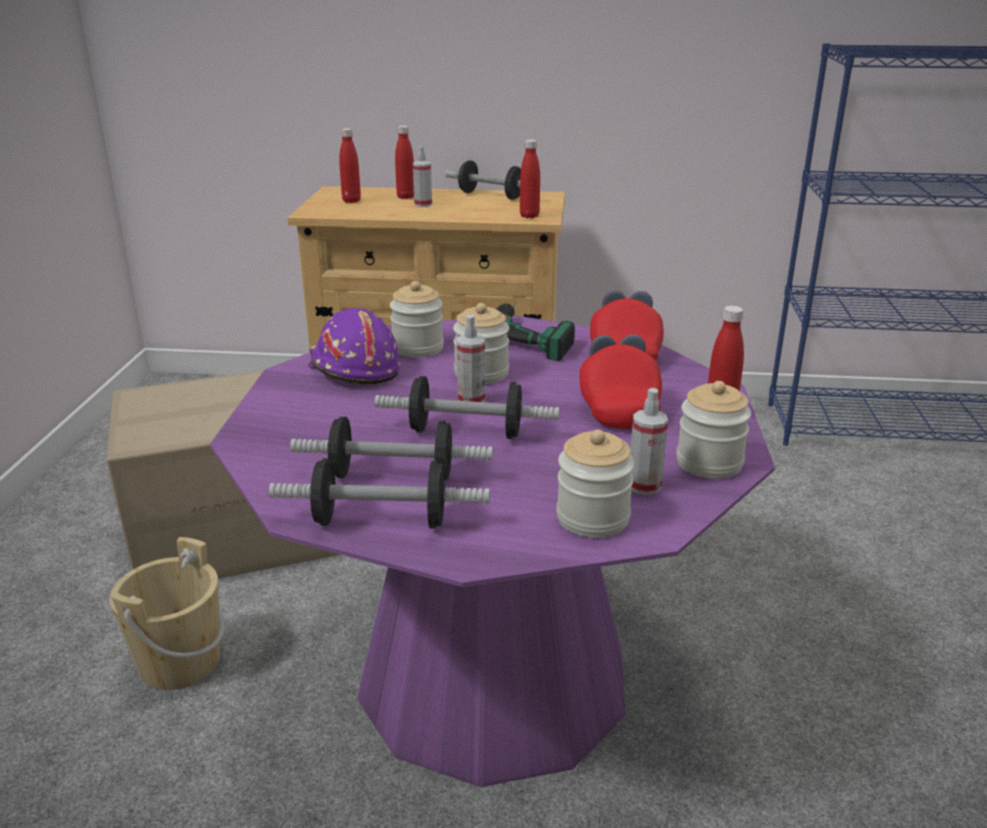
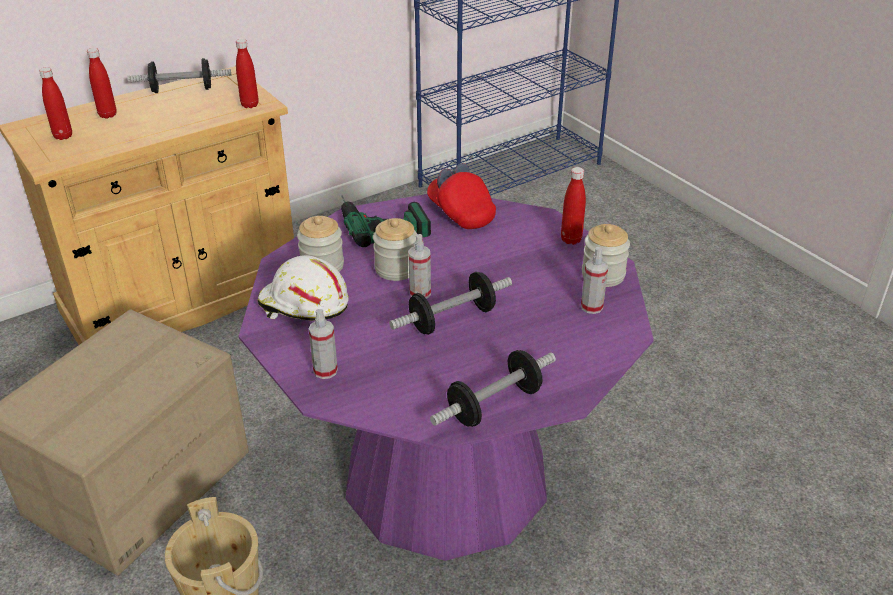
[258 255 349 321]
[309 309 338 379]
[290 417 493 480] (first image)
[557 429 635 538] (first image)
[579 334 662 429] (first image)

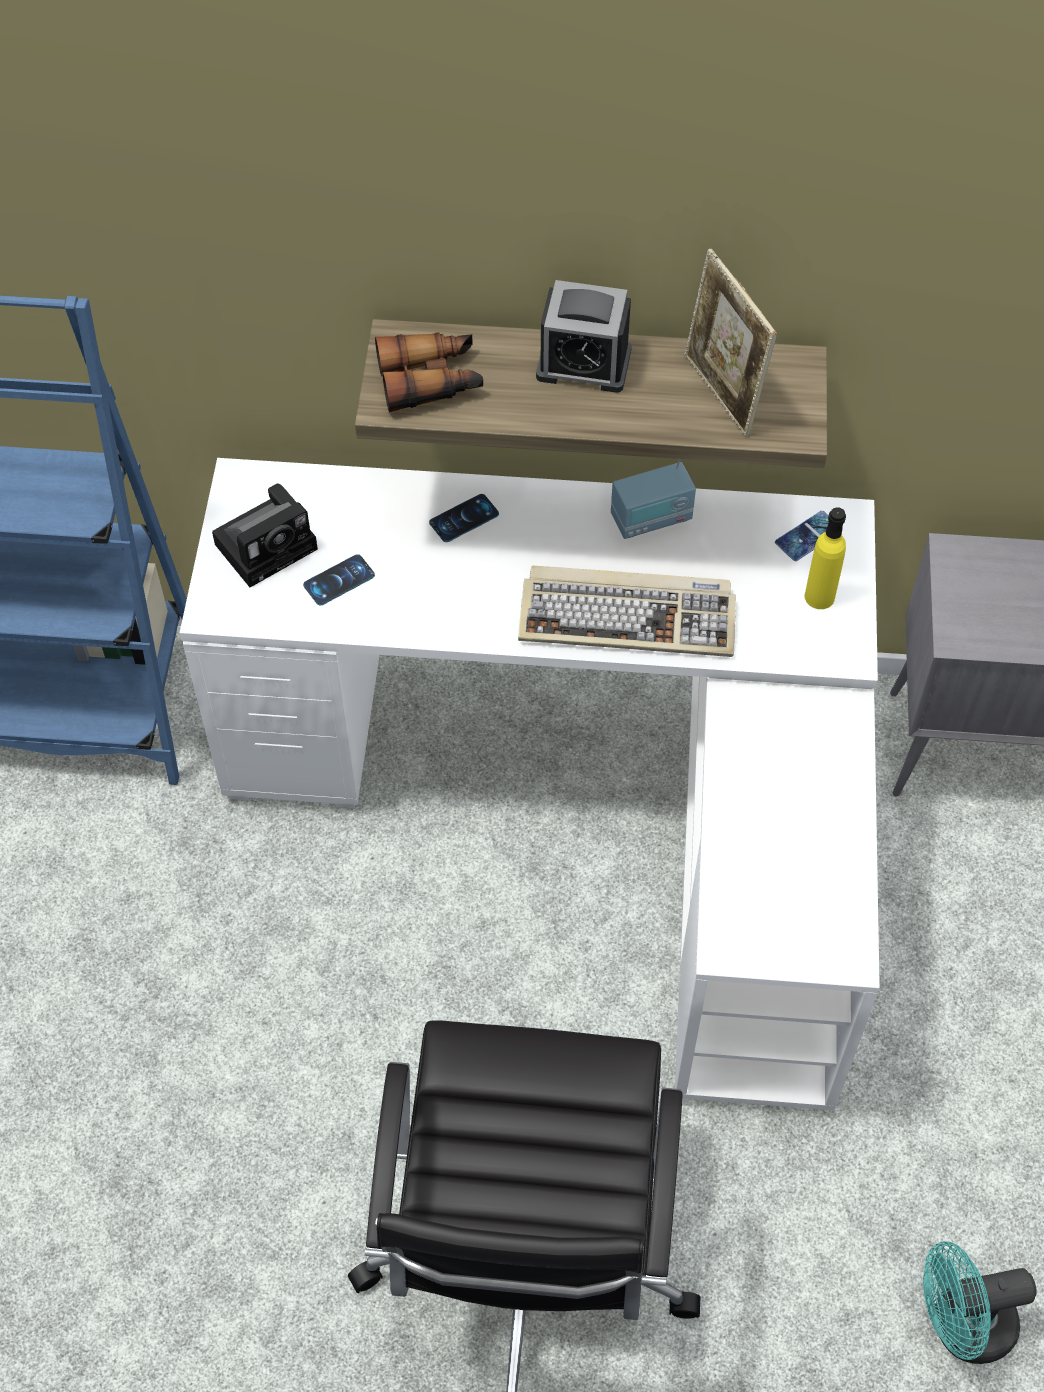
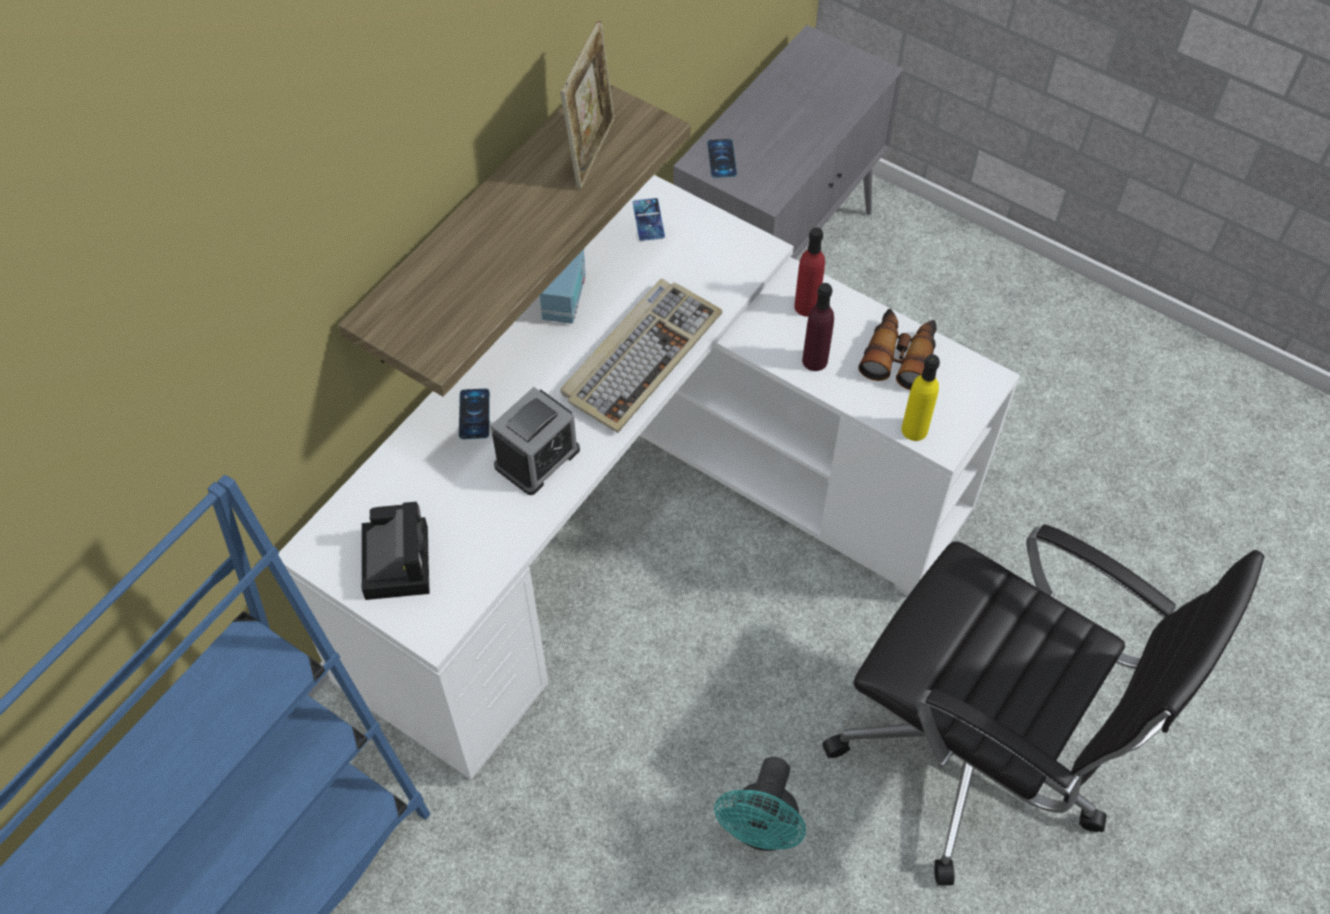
[491 387 580 495]
[560 21 615 189]
[707 139 737 178]
[714 757 806 851]
[794 227 825 317]
[802 283 834 371]
[858 309 937 390]
[902 354 940 441]

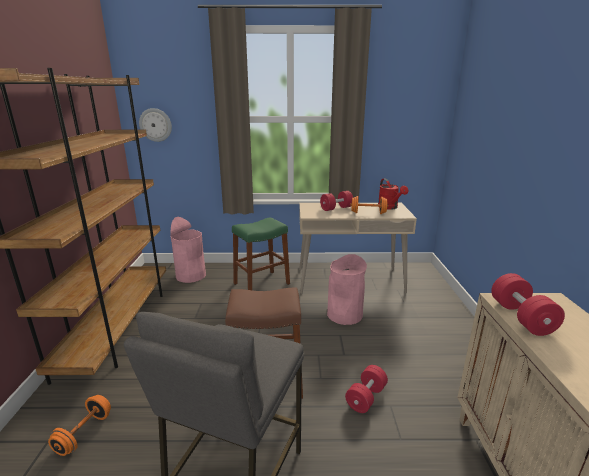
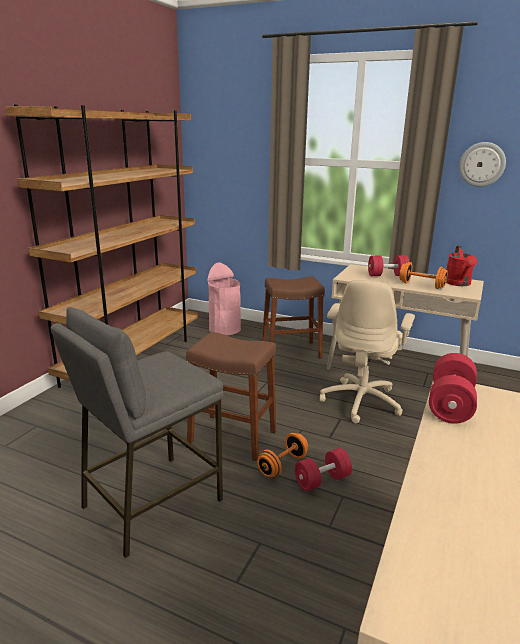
[257 433 308 477]
[262 277 325 358]
[320 279 415 423]
[459 142 506 187]

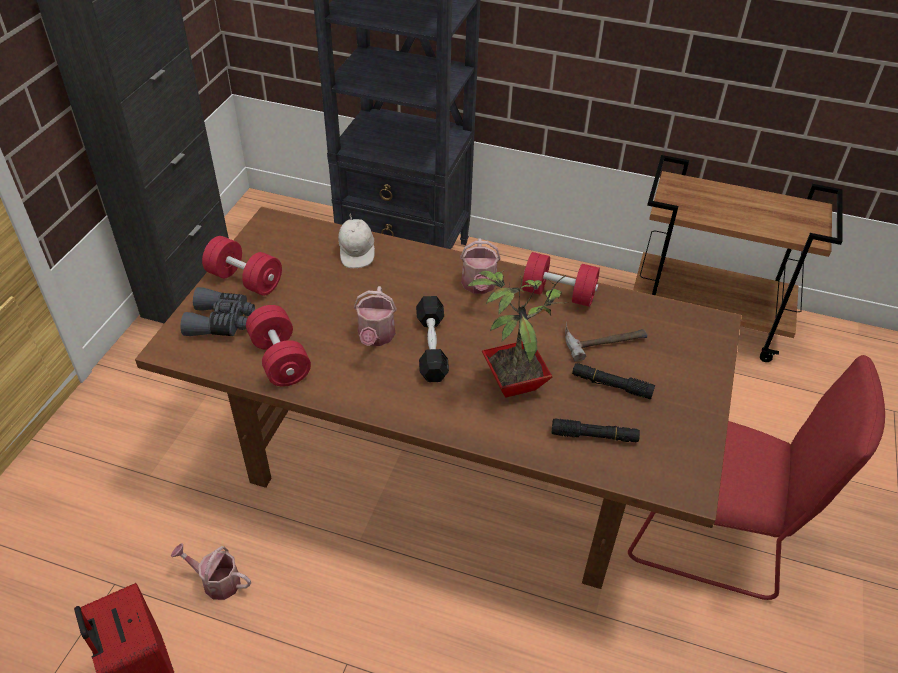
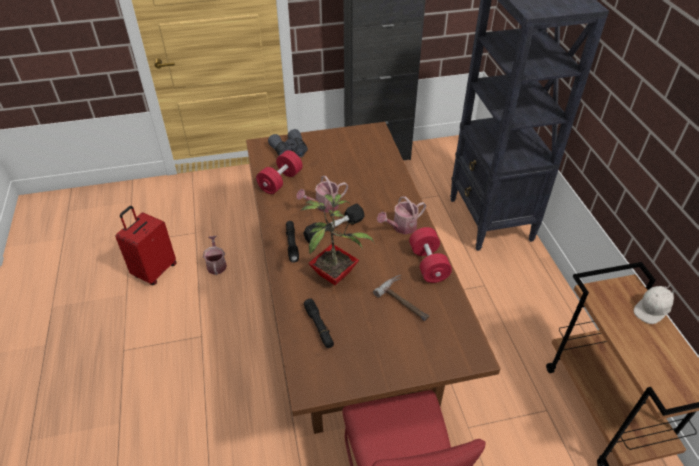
[286 221 299 263]
[634 284 674 324]
[202 236 282 296] (first image)

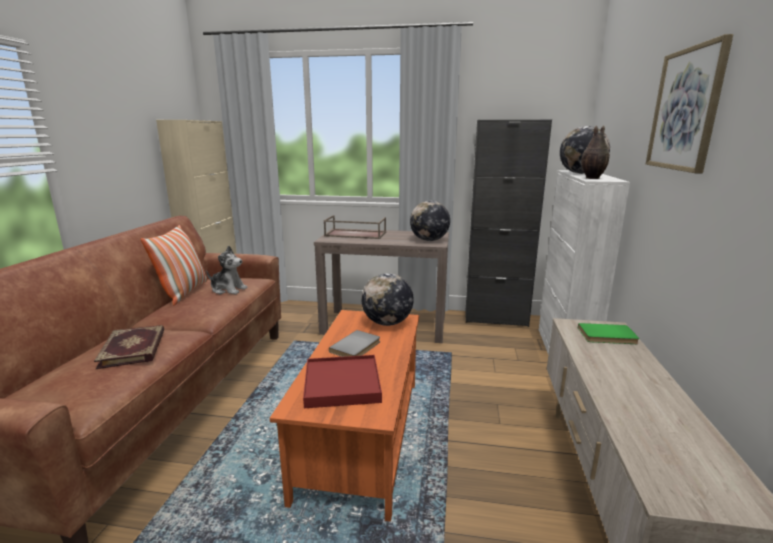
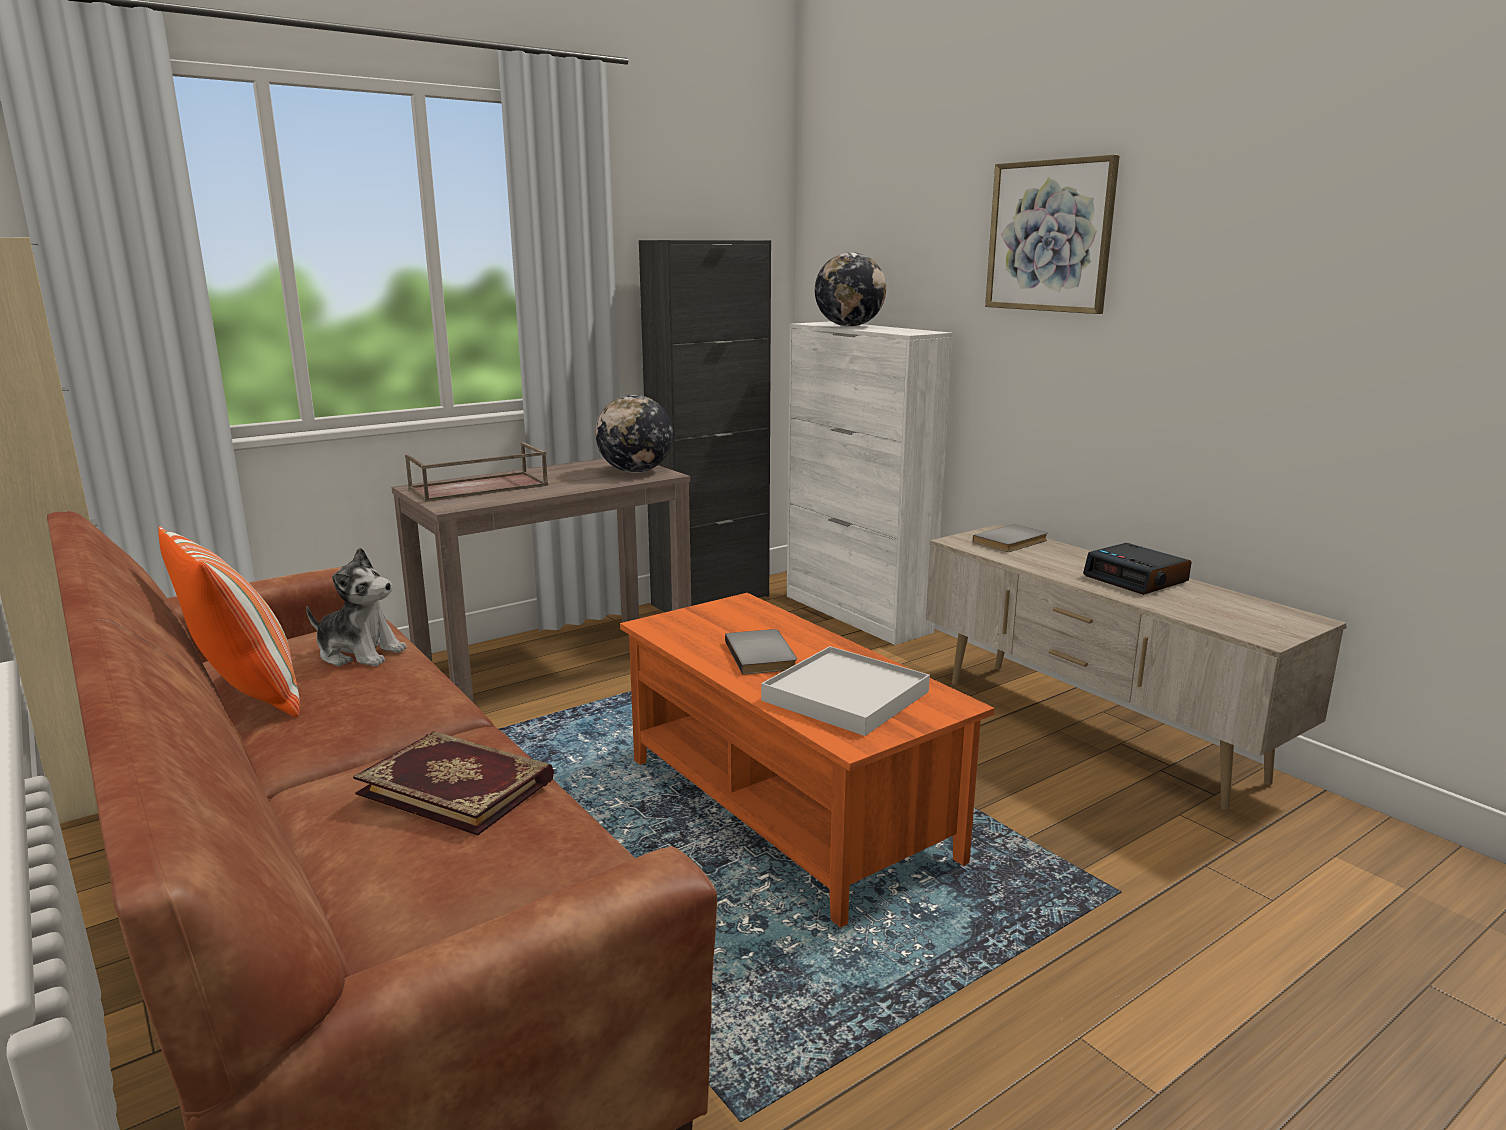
[306 548 407 666]
[761 646 930 736]
[973 524 1048 552]
[1083 543 1192 595]
[361 273 414 326] (first image)
[581 125 610 179] (first image)

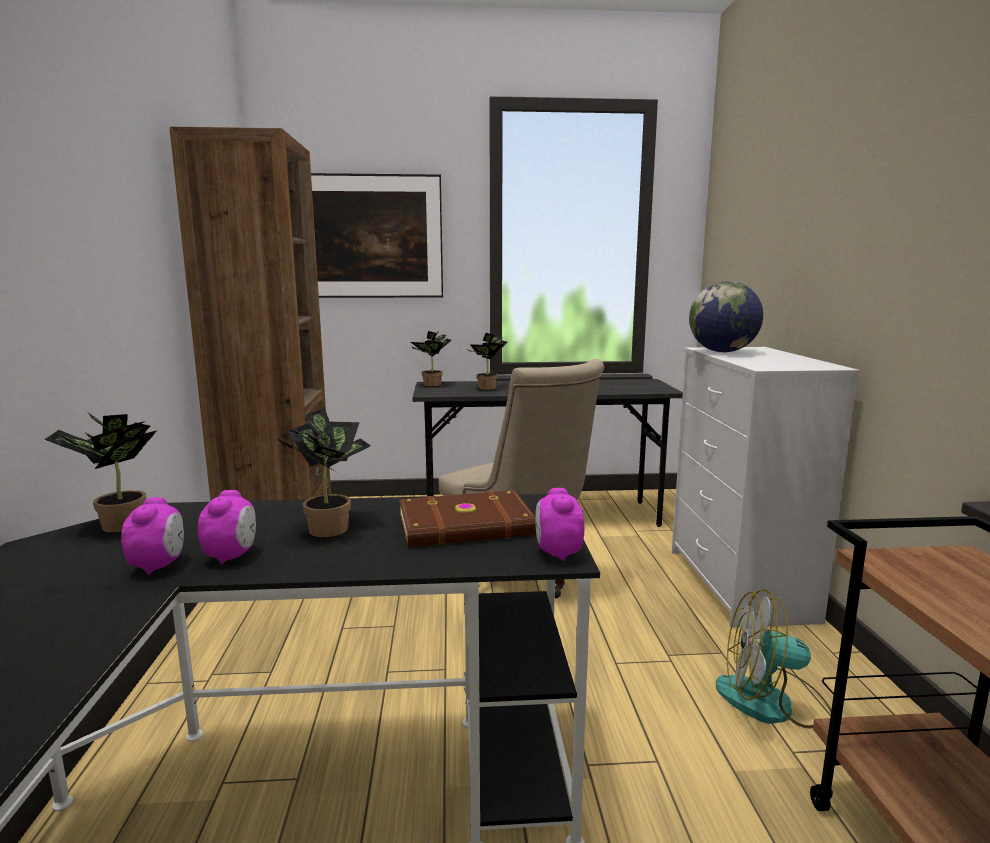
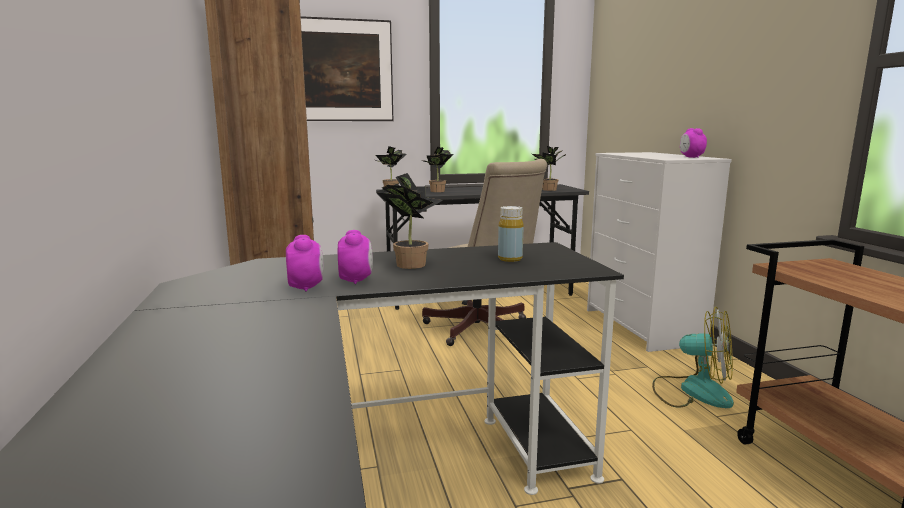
[498 206 524 262]
[532 146 566 191]
[652 307 734 408]
[680 128 707 158]
[689 281 763 352] (first image)

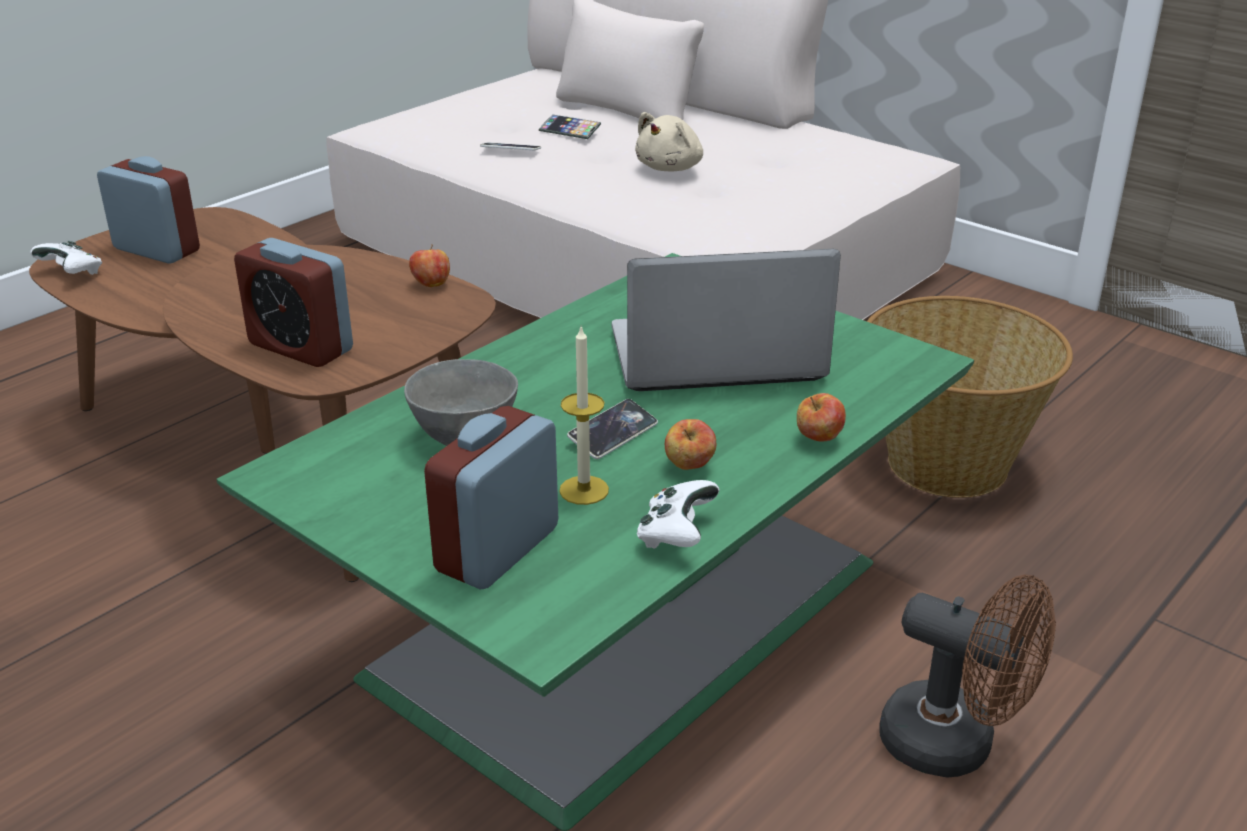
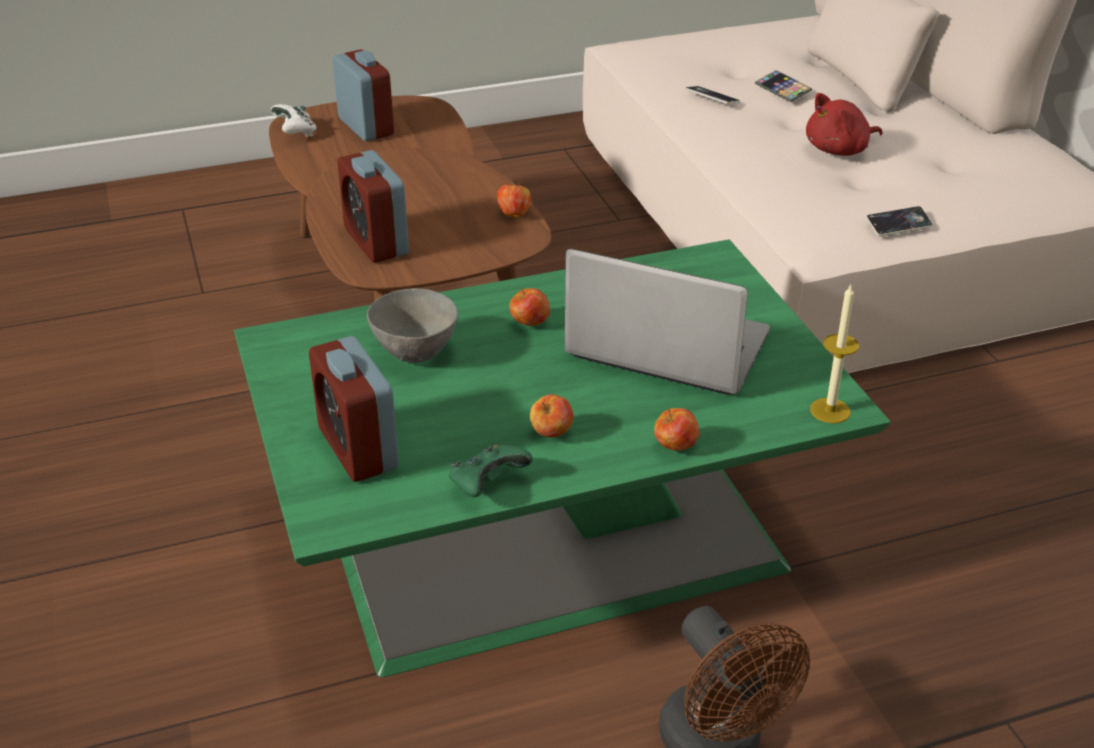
[309 336 399 482]
[448 445 533 497]
[509 288 550 326]
[806 93 883 156]
[810 285 859 423]
[866 206 933 236]
[867 296 1073 498] (first image)

